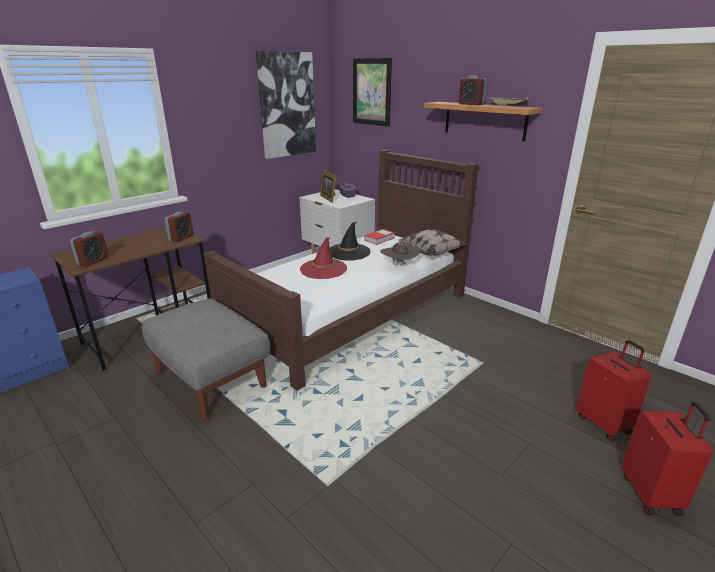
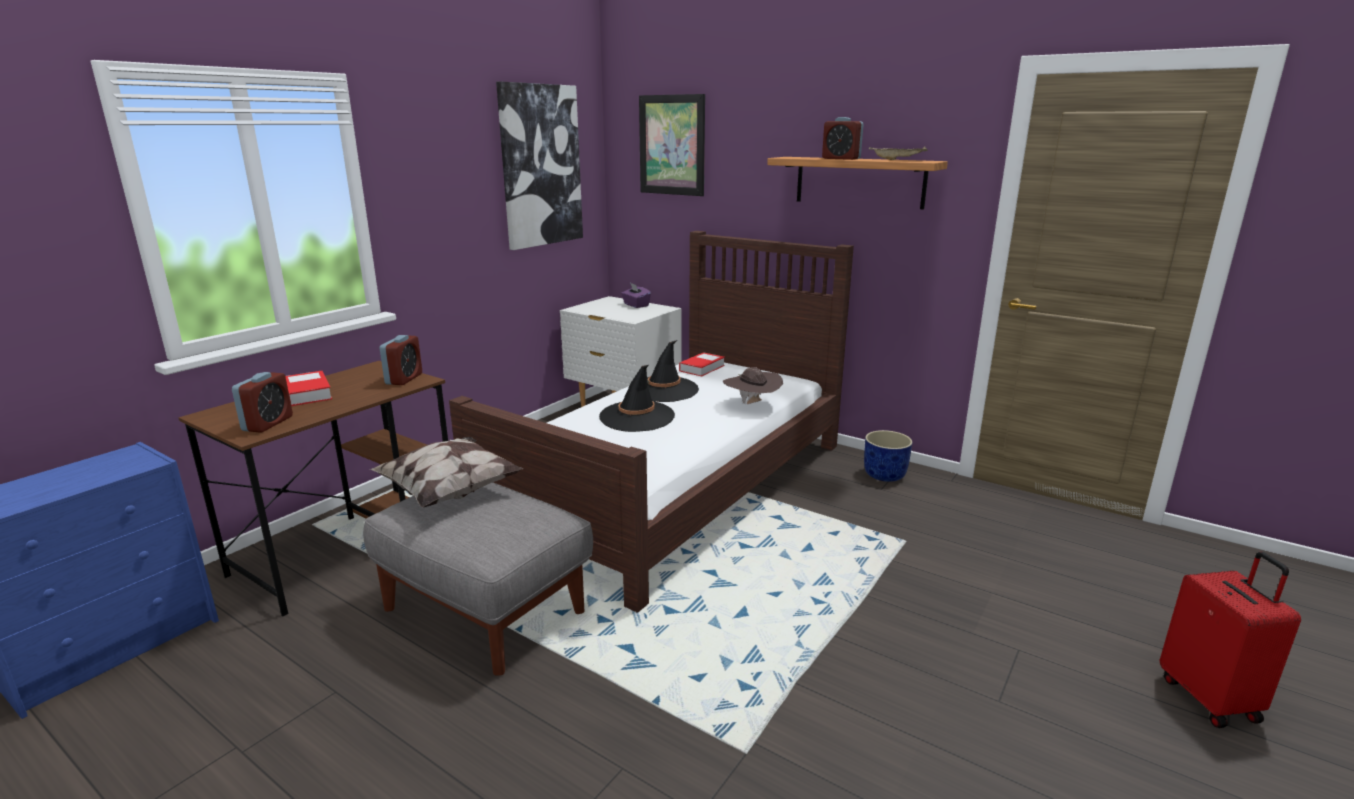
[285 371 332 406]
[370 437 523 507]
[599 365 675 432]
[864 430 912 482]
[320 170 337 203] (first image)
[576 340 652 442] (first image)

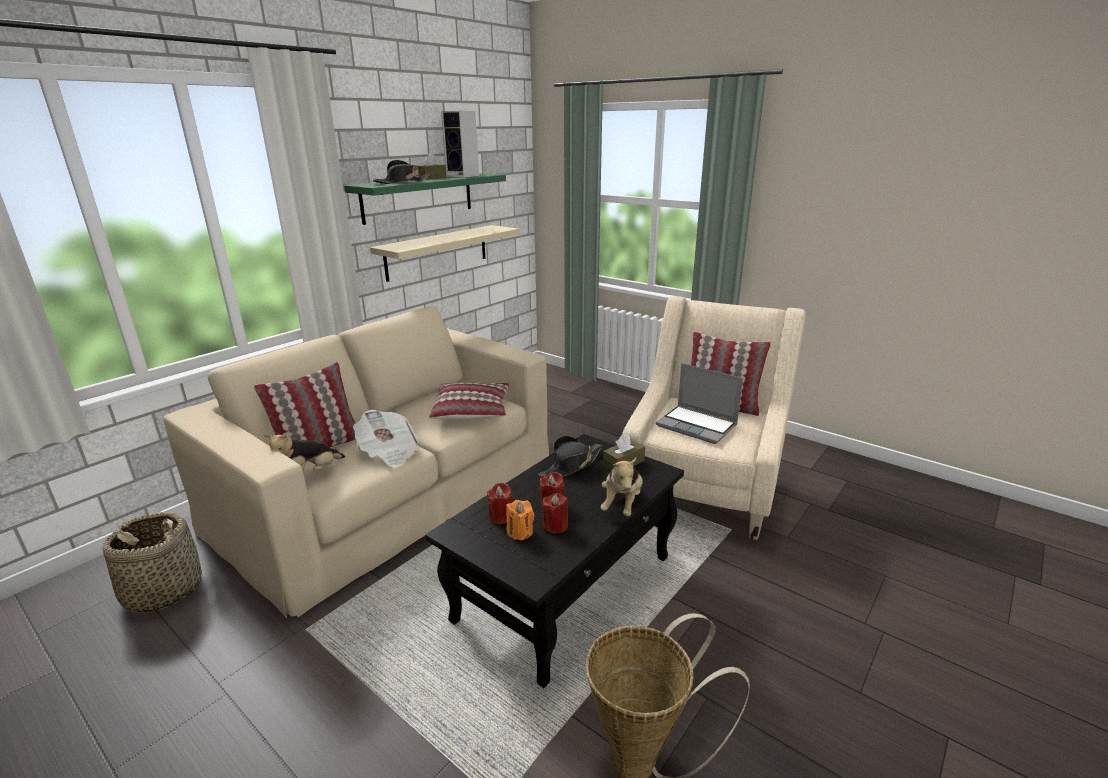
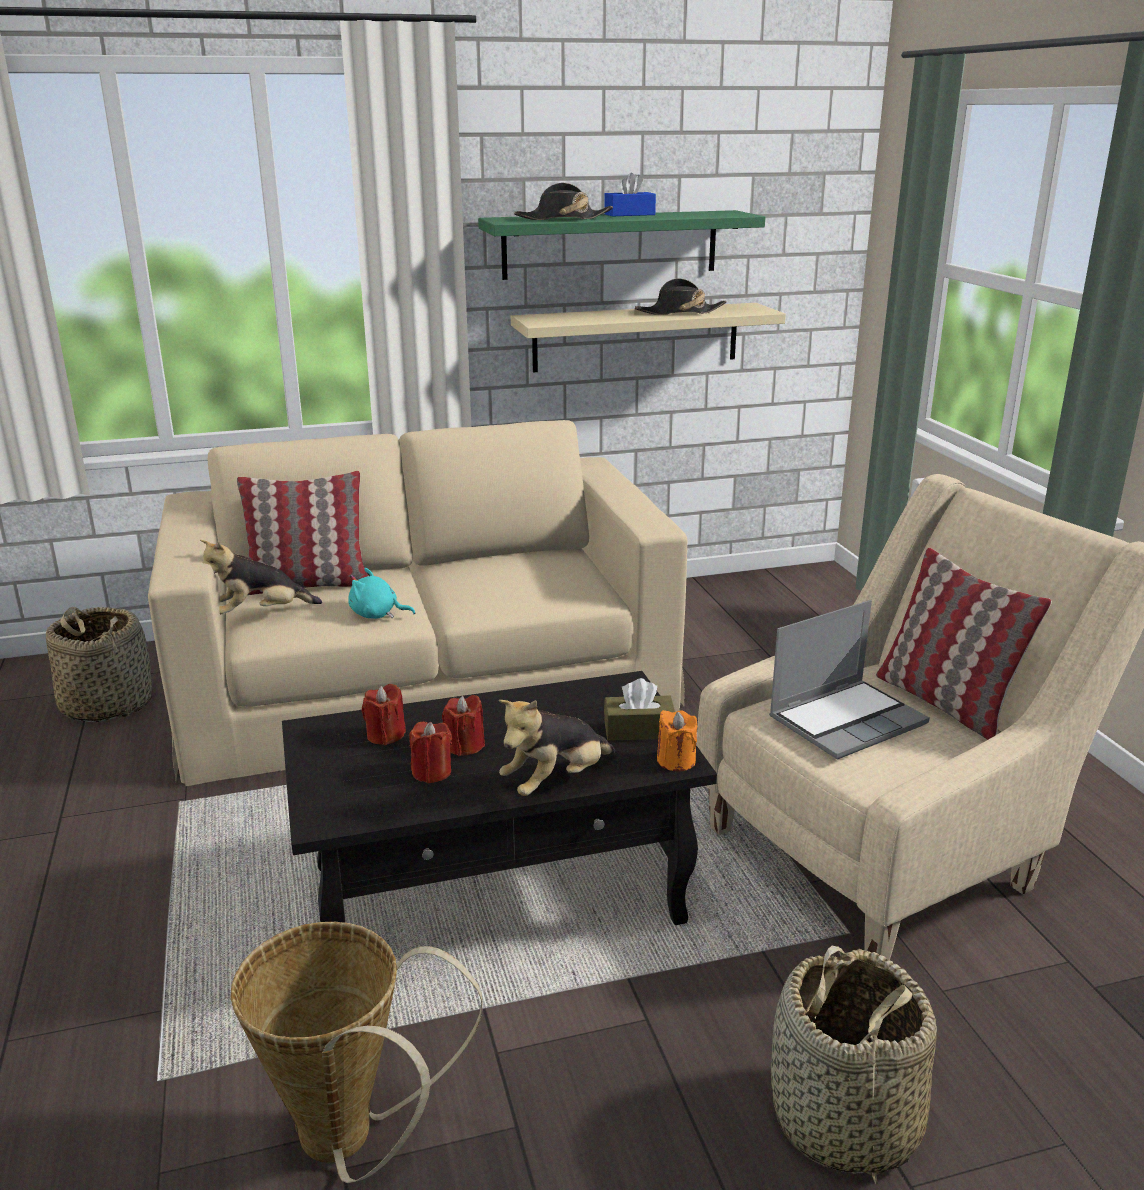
[348 568 415 619]
[604 173 656 216]
[635 278 727 315]
[657 710 697 771]
[769 600 930 760]
[771 946 937 1185]
[429 382 510 420] (first image)
[441 111 479 178] (first image)

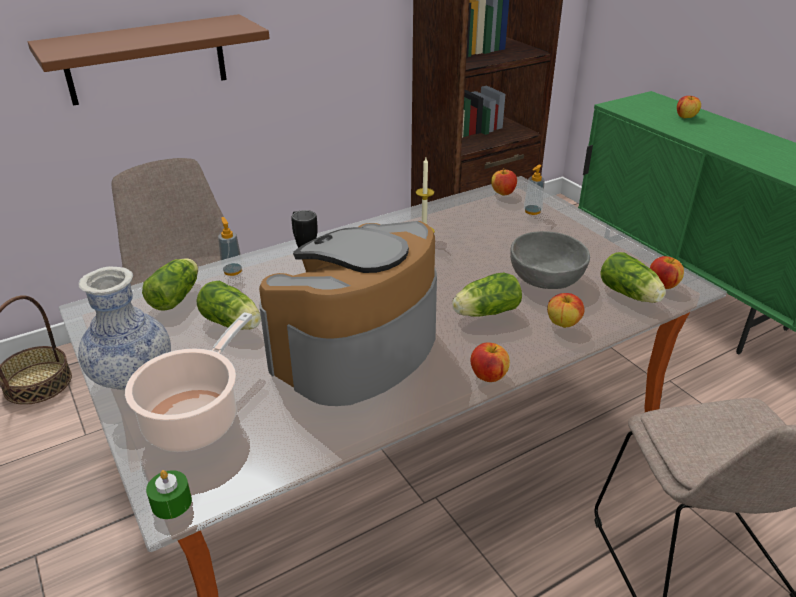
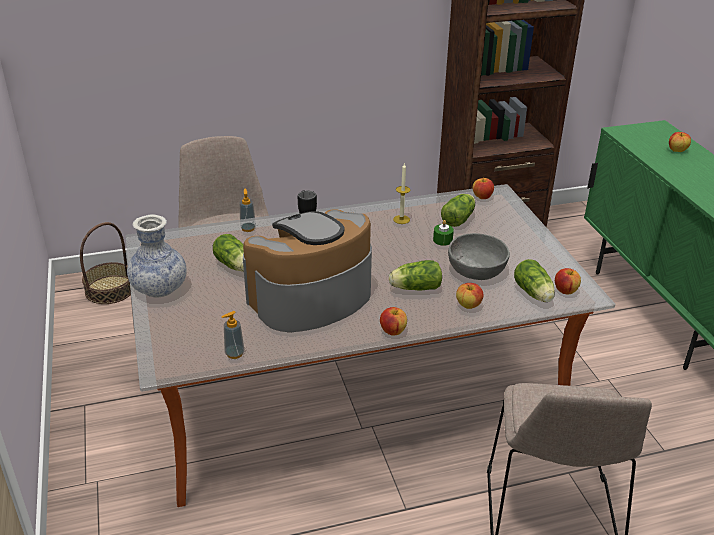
[222 311 244 359]
[433 220 454 246]
[441 194 475 227]
[28 14 270 106] (first image)
[125 312 252 452] (first image)

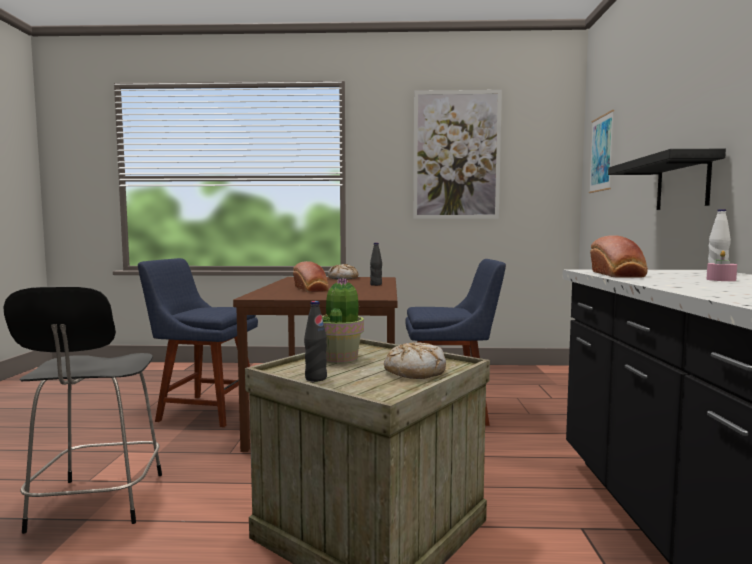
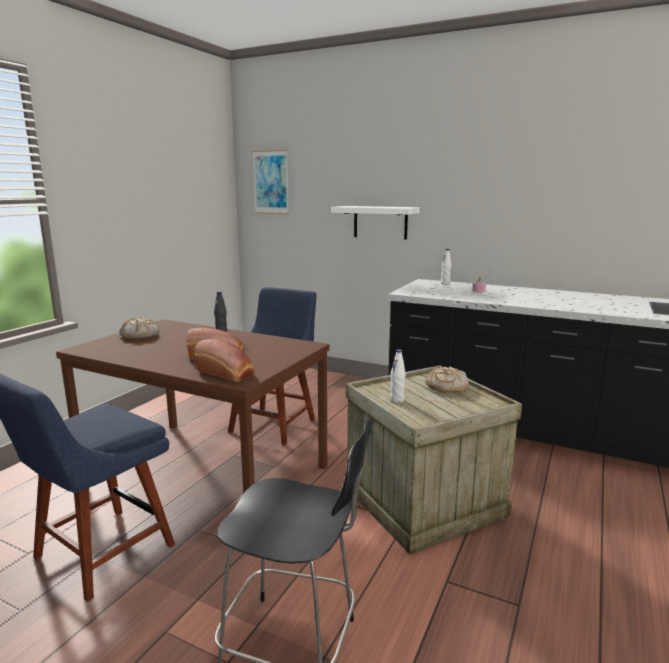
[194 339 255 382]
[331 206 420 240]
[390 349 406 403]
[304 301 327 382] (first image)
[413 90 502 219] (first image)

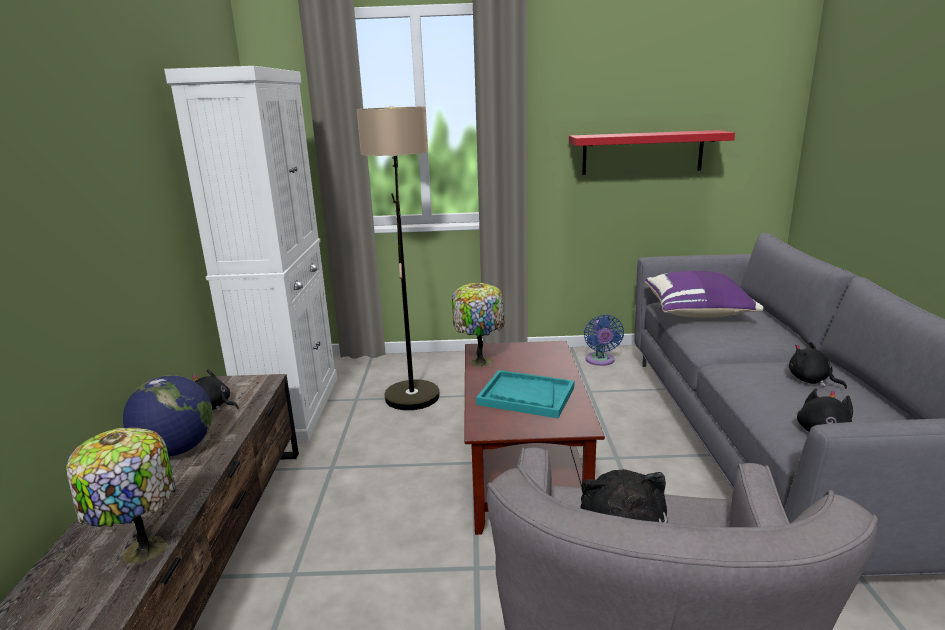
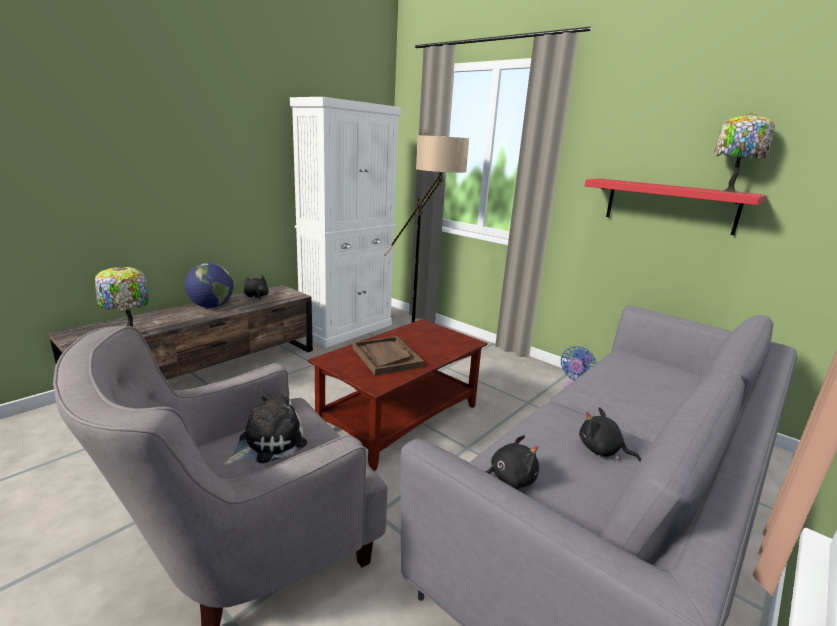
[353 336 424 375]
[579 407 641 461]
[715 113 775 193]
[645 271 764 318] (first image)

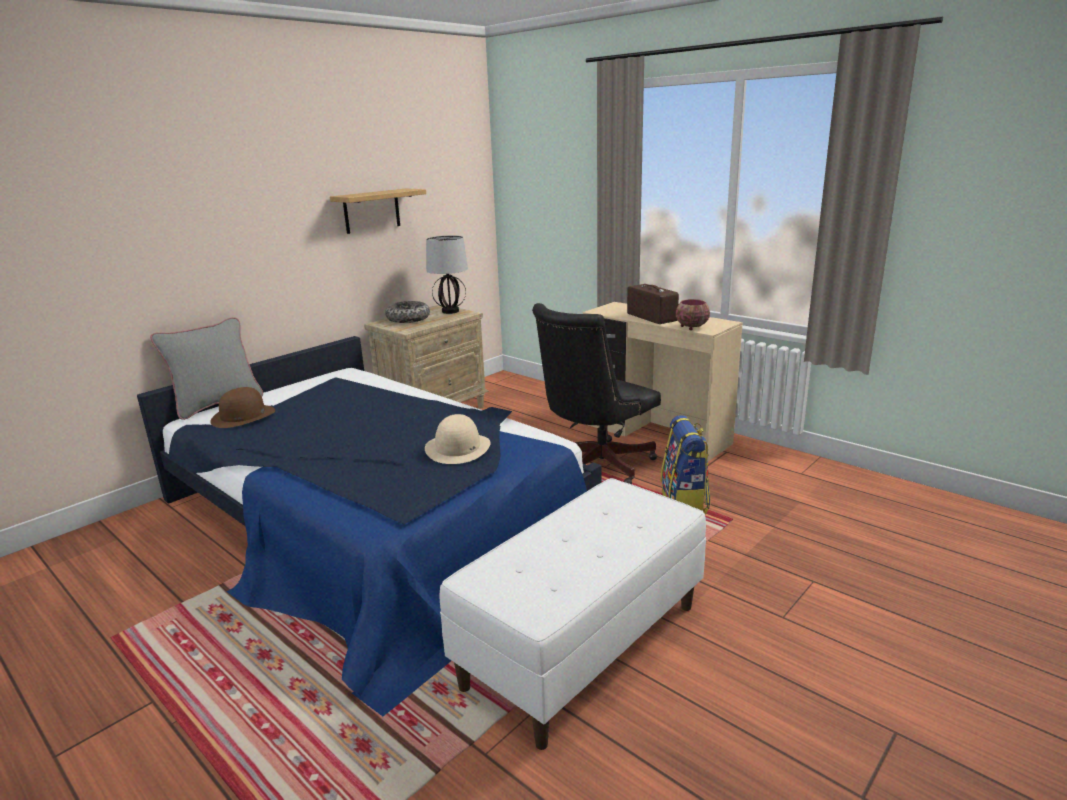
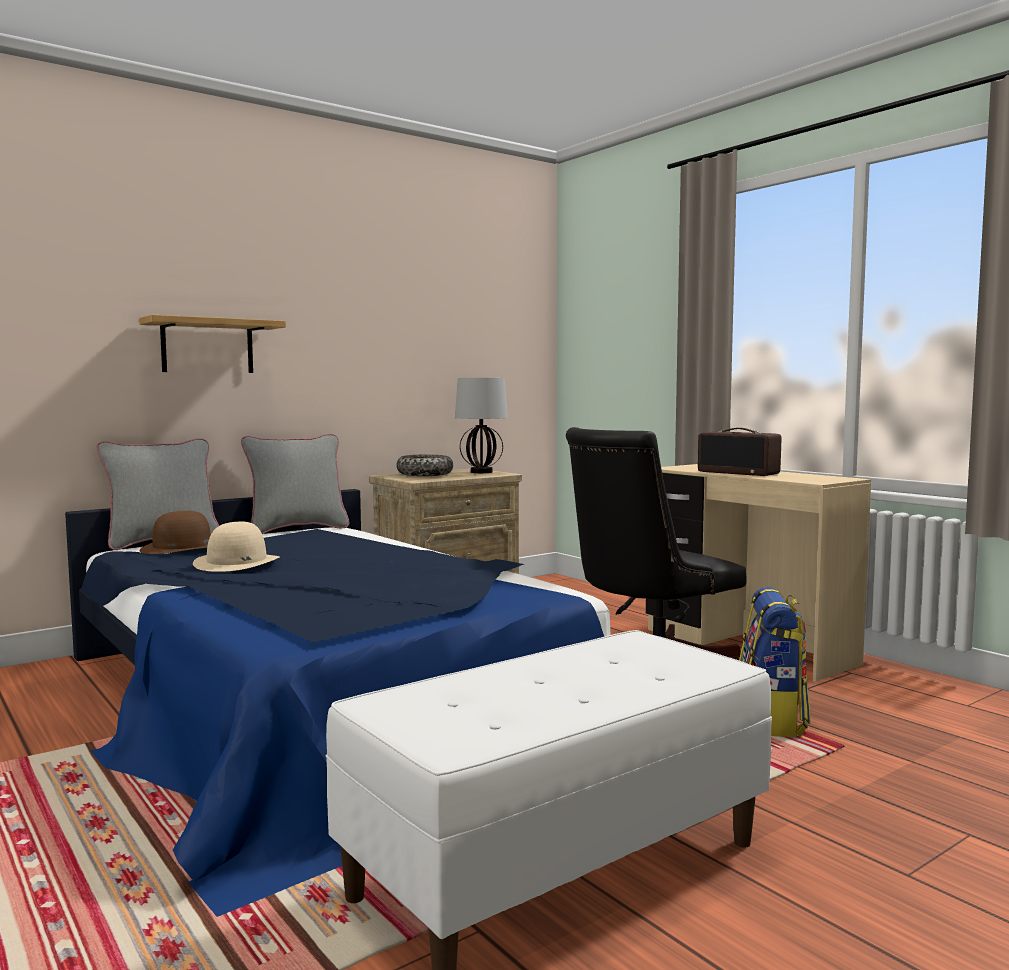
[139 315 286 373]
[193 522 279 572]
[241 434 349 534]
[698 428 781 476]
[676 299 710 330] (first image)

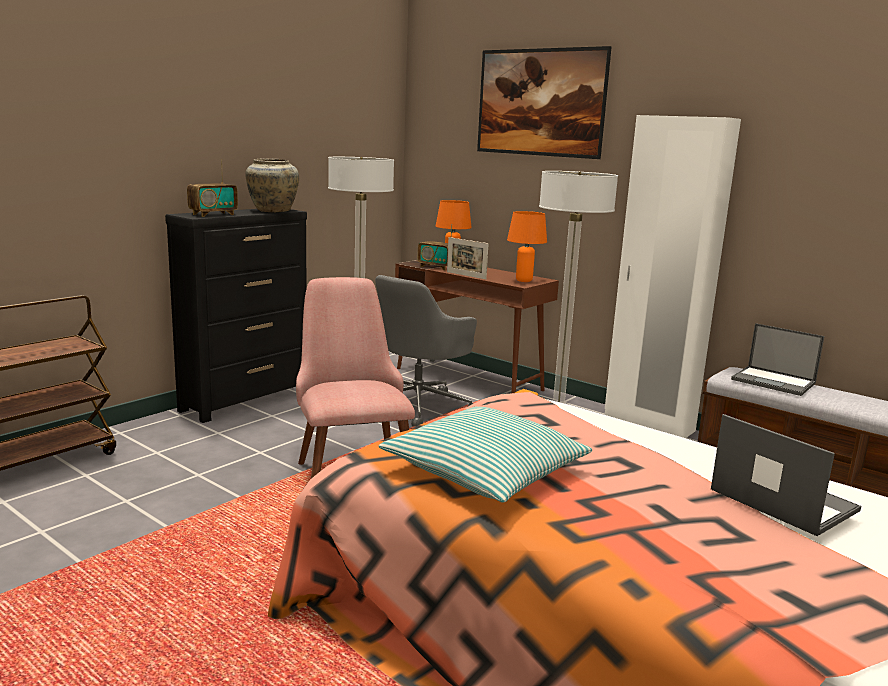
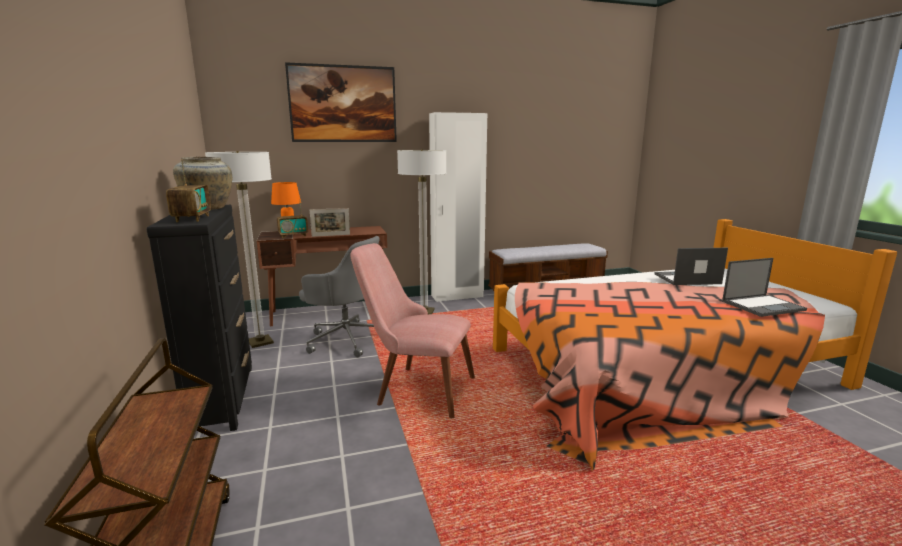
[299 236 380 357]
[722 258 807 317]
[378 406 592 503] (first image)
[507 211 547 282] (first image)

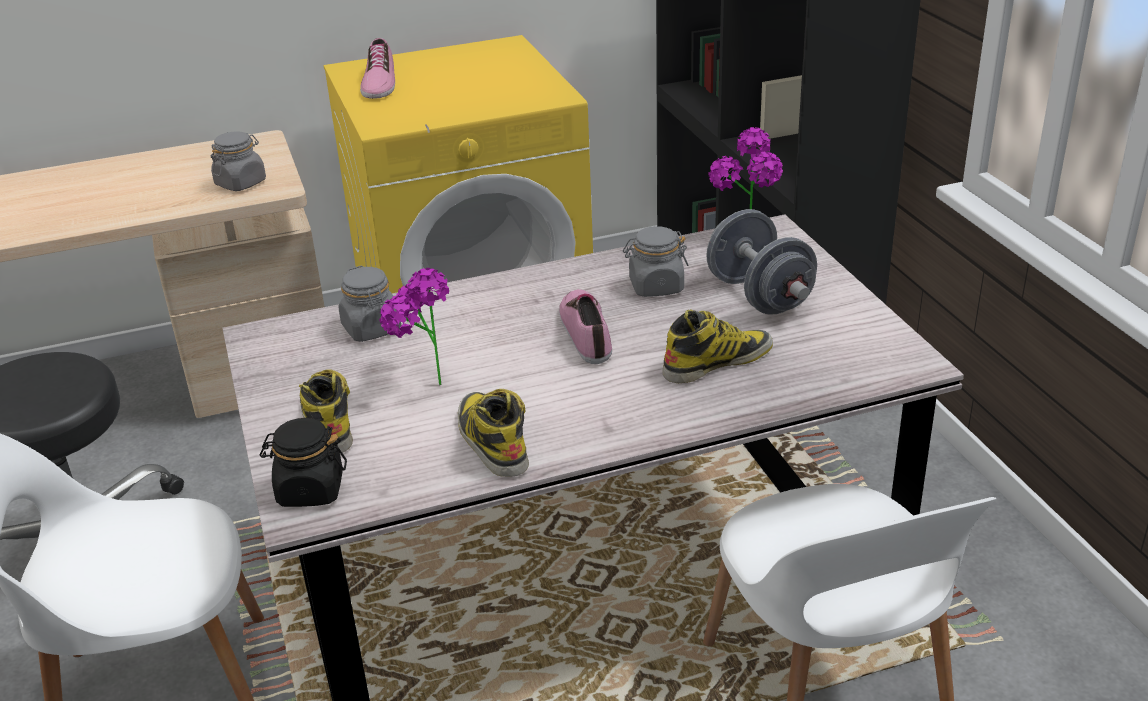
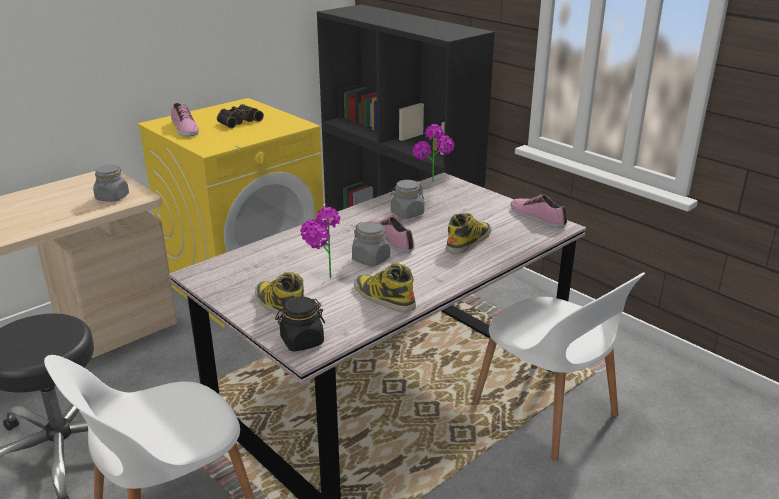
[217 104 264 128]
[352 222 390 266]
[511 195 567 228]
[706 209 817 315] (first image)

